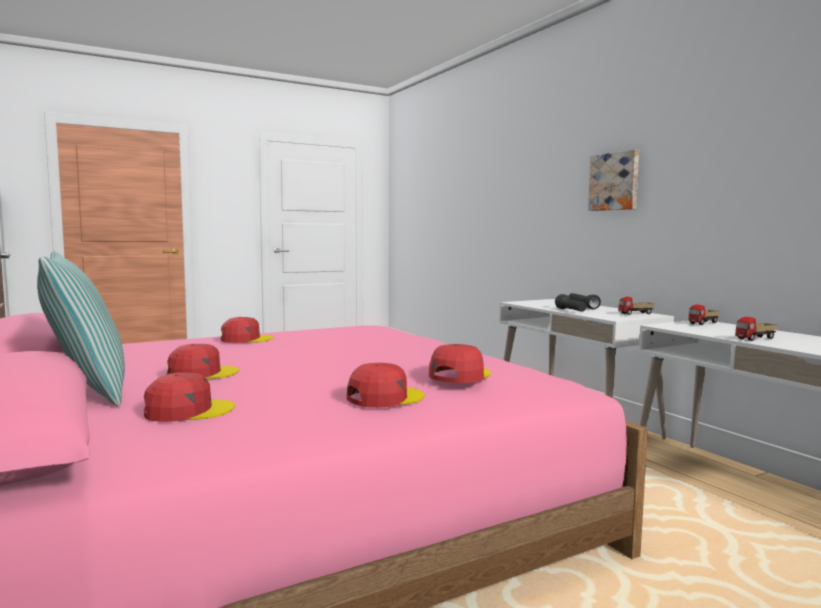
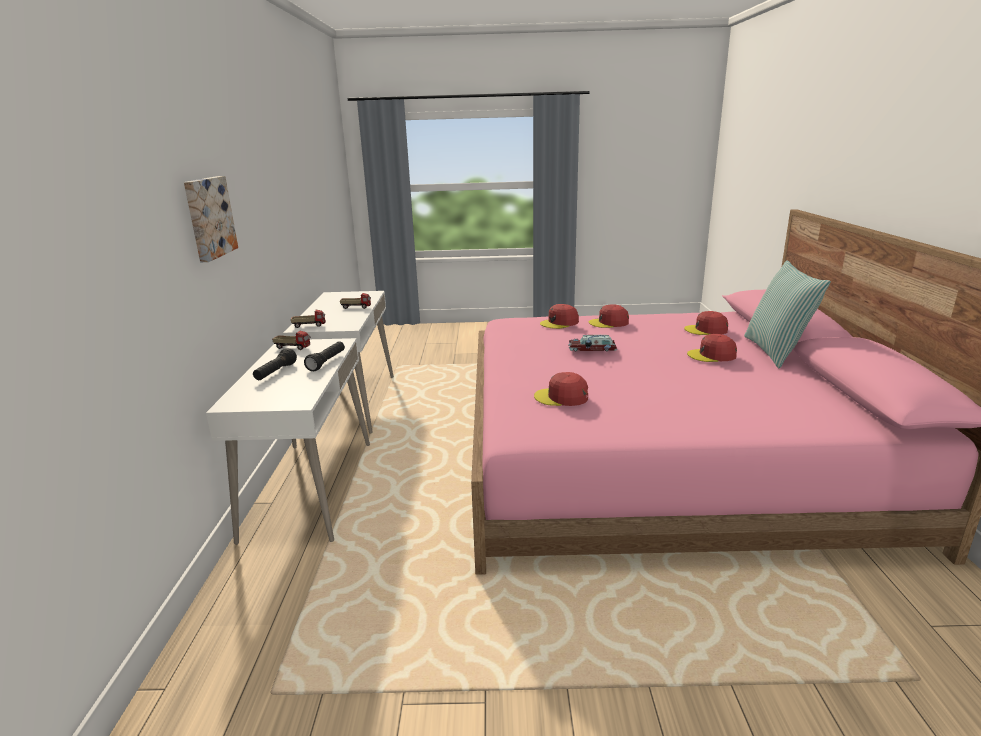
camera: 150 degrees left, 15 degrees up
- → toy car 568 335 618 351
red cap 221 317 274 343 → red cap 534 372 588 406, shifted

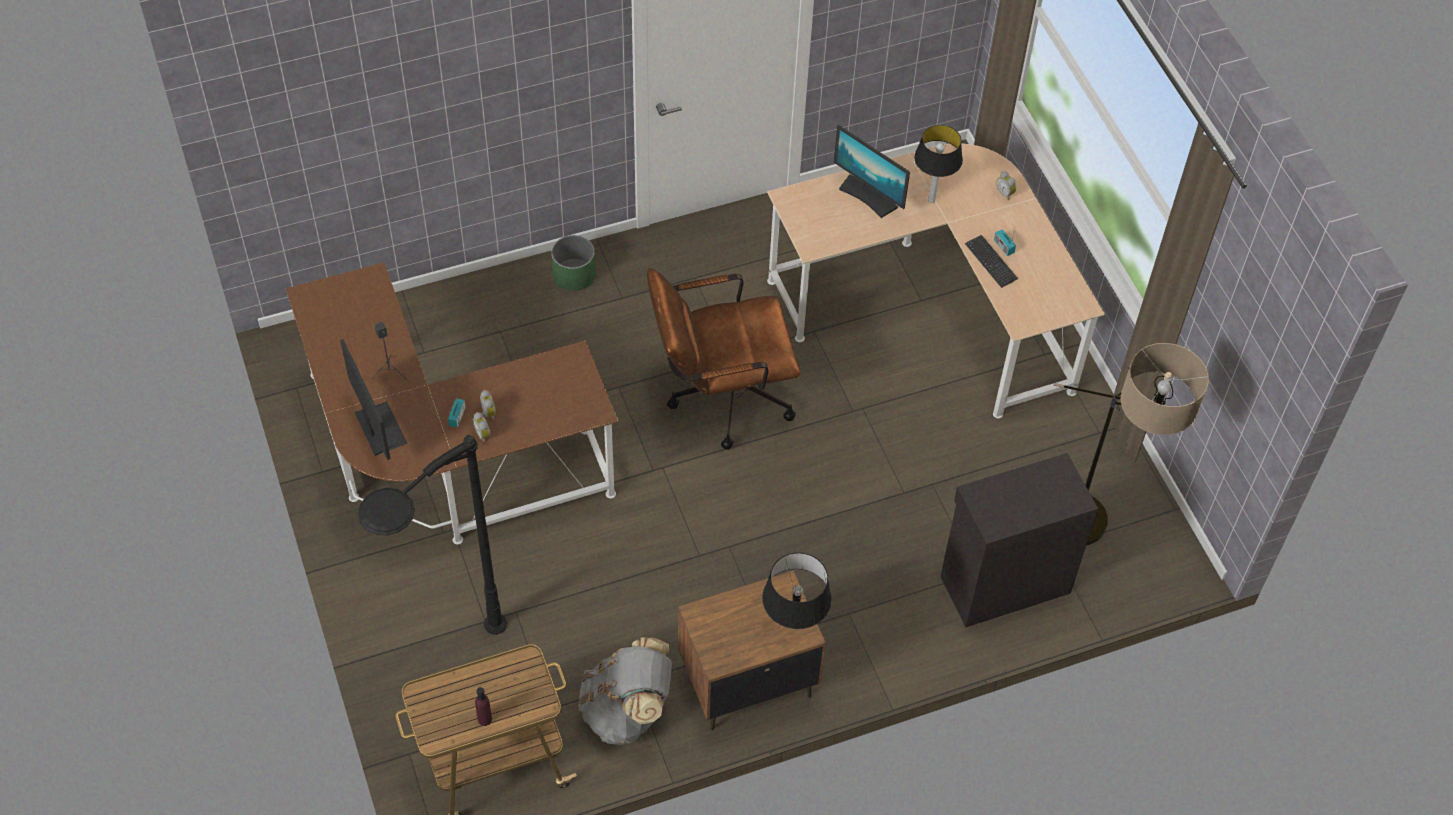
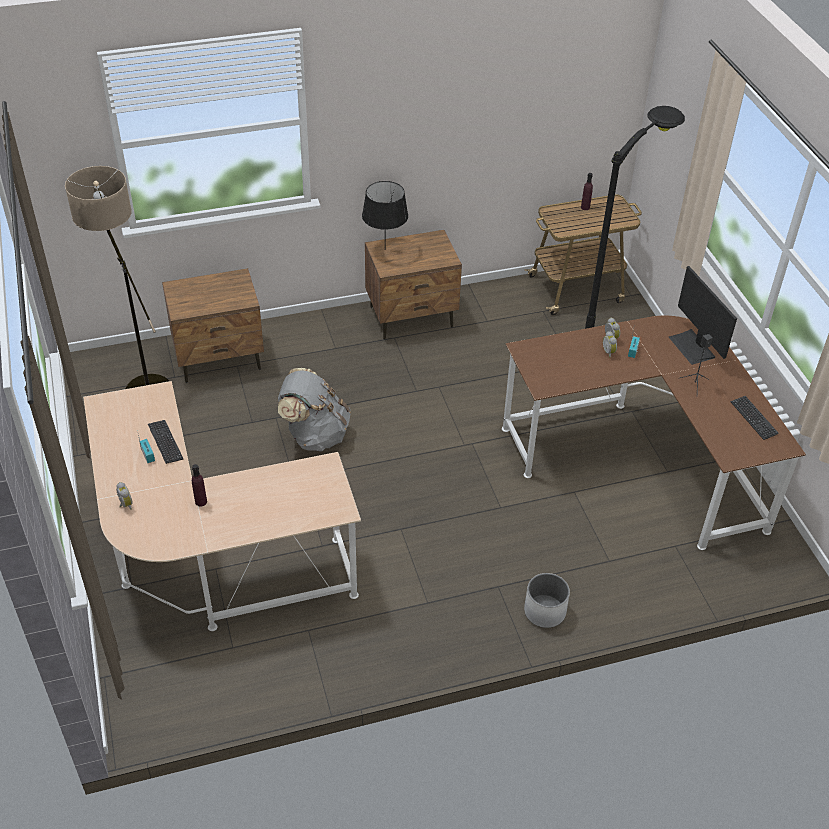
camera: 175 degrees left, 10 degrees down
brown office chair 647 268 800 450 → -
monitor 834 125 910 218 → -
- → keyboard 731 396 779 440
grey backpack 578 637 672 745 → grey backpack 278 368 351 451, shifted
table lamp 914 125 963 203 → purple bottle 192 464 207 506
black cabinet 940 453 1098 627 → brown nightstand 162 268 264 383
green planter 551 235 596 291 → white planter 524 573 570 628

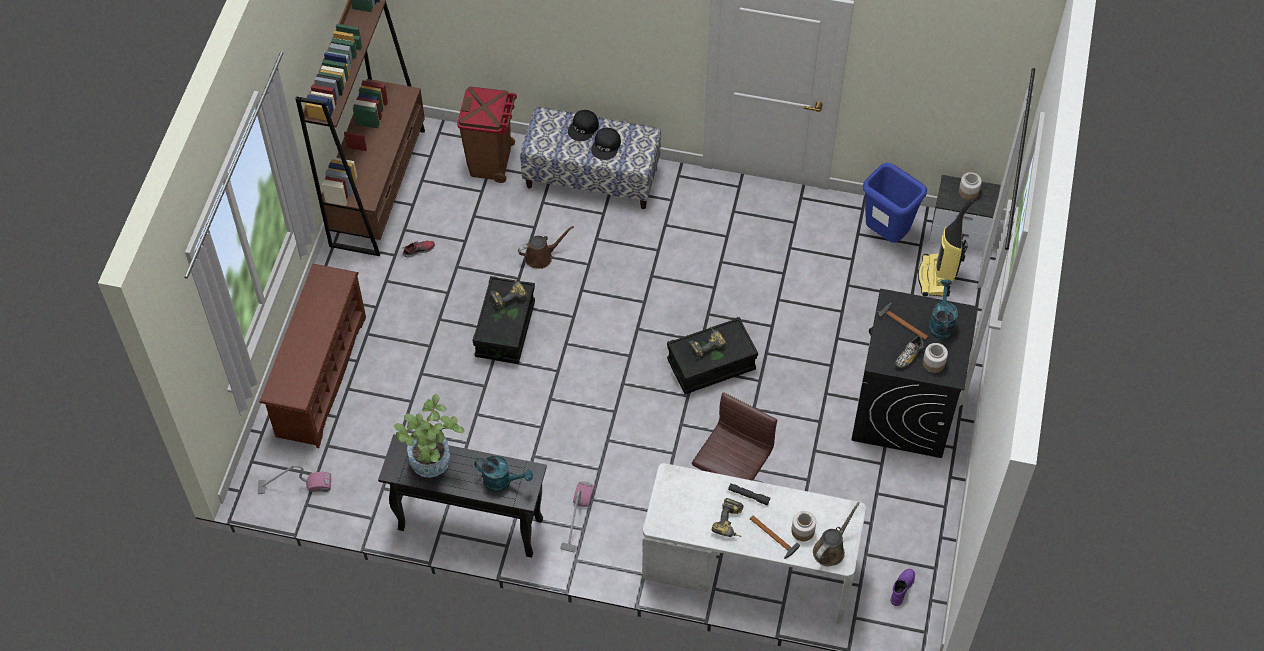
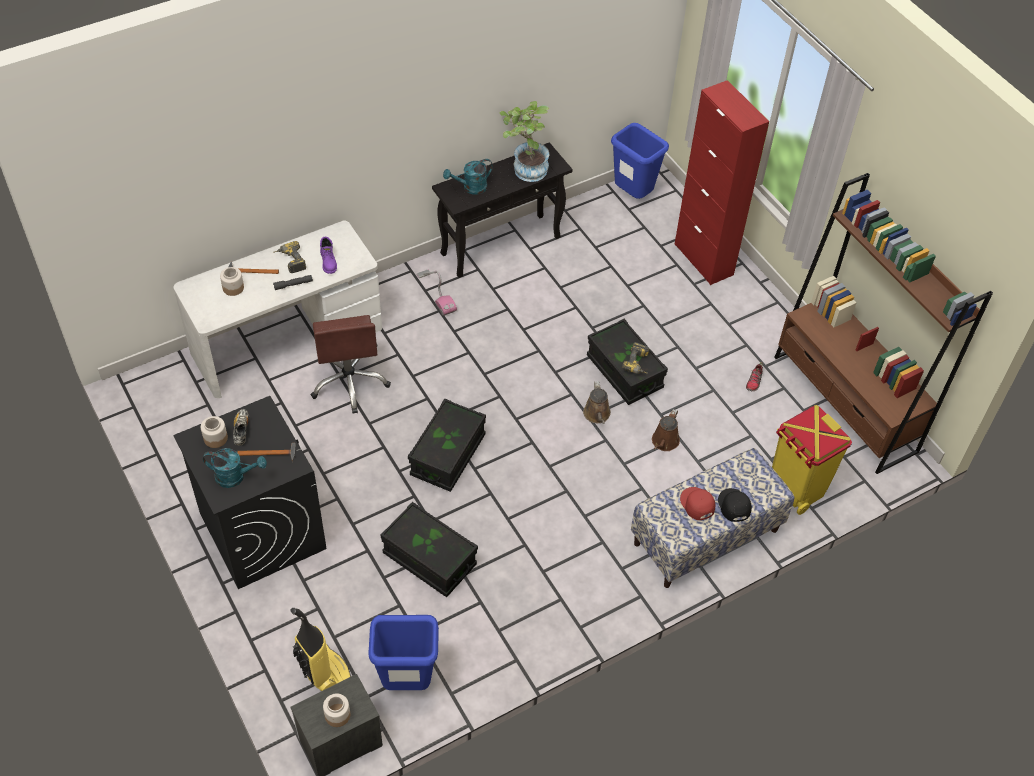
camera: 135 degrees right, 5 degrees down
power drill 689 326 727 359 → -
- → black storage box 380 502 478 597
brown watering can 813 502 860 566 → brown watering can 583 381 611 424, shifted
purple boot 891 569 915 606 → purple boot 320 237 337 274, shifted
vacuum cleaner 258 465 331 494 → blue trash can 611 123 669 199
brown shoe rack 259 264 366 448 → red cabinet 674 80 769 285
brown trash can 457 87 517 183 → yellow trash can 772 405 852 515
black cap 591 128 621 160 → red cap 680 487 715 520
turquoise watering can 929 279 958 339 → turquoise watering can 203 448 267 488, 45 degrees counterclockwise

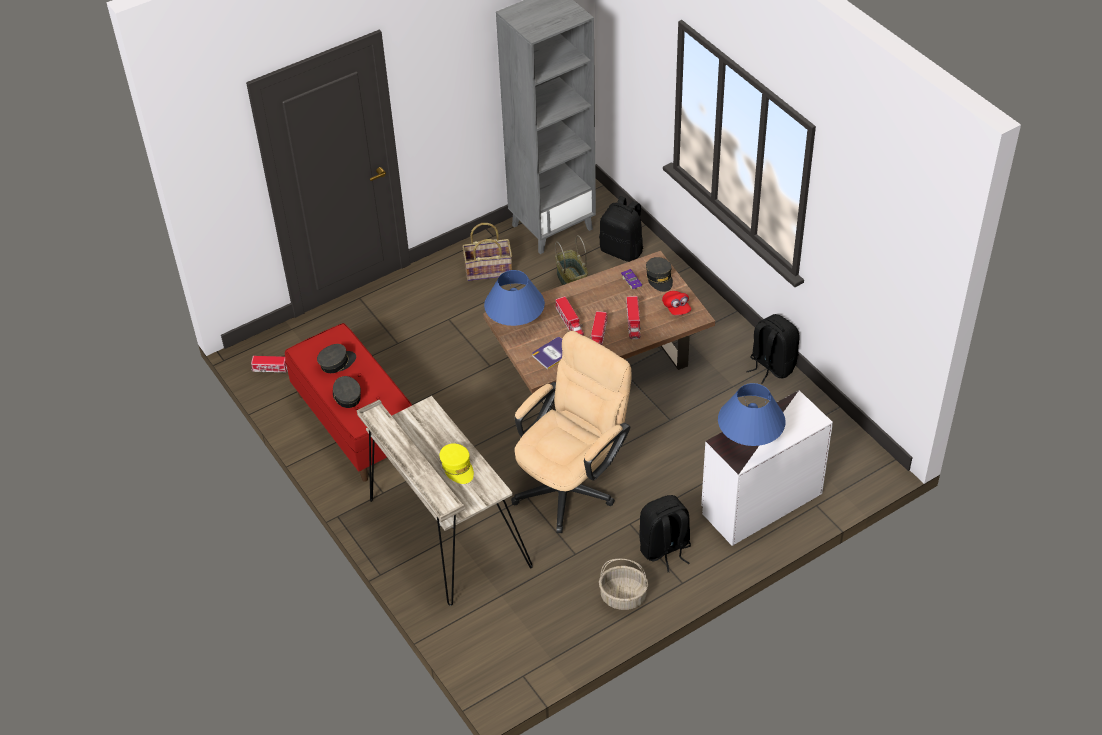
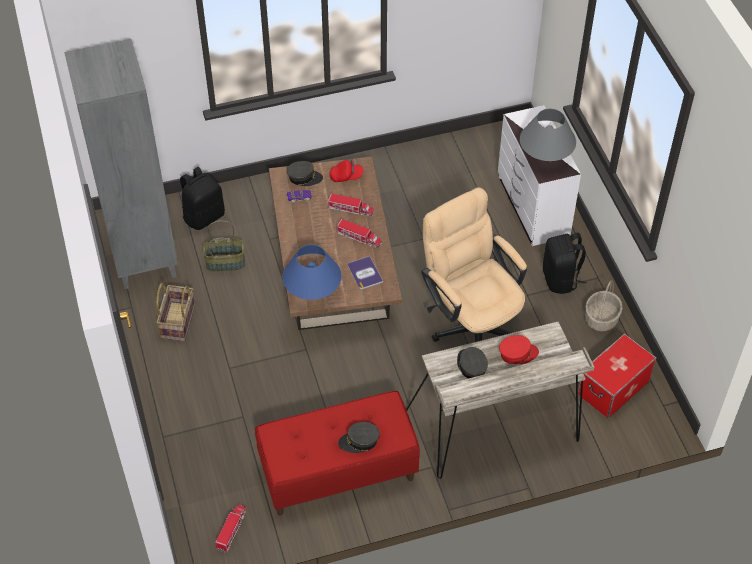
camera: 75 degrees left, 5 degrees up
toy truck 556 296 584 336 → -
black backpack 746 314 799 384 → -
- → storage box 578 334 656 419
grey cap 317 344 356 373 → grey cap 457 347 488 379, shifted
yellow cap 440 443 474 484 → red cap 499 335 539 364
blue table lamp 718 383 786 446 → grey table lamp 520 109 576 161

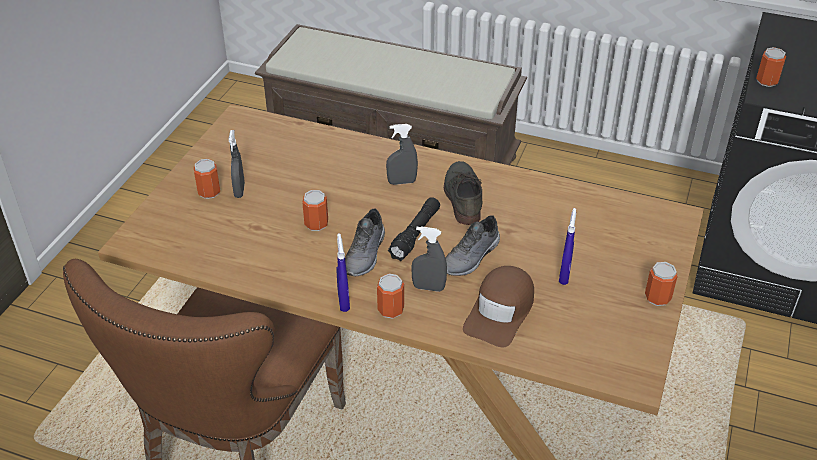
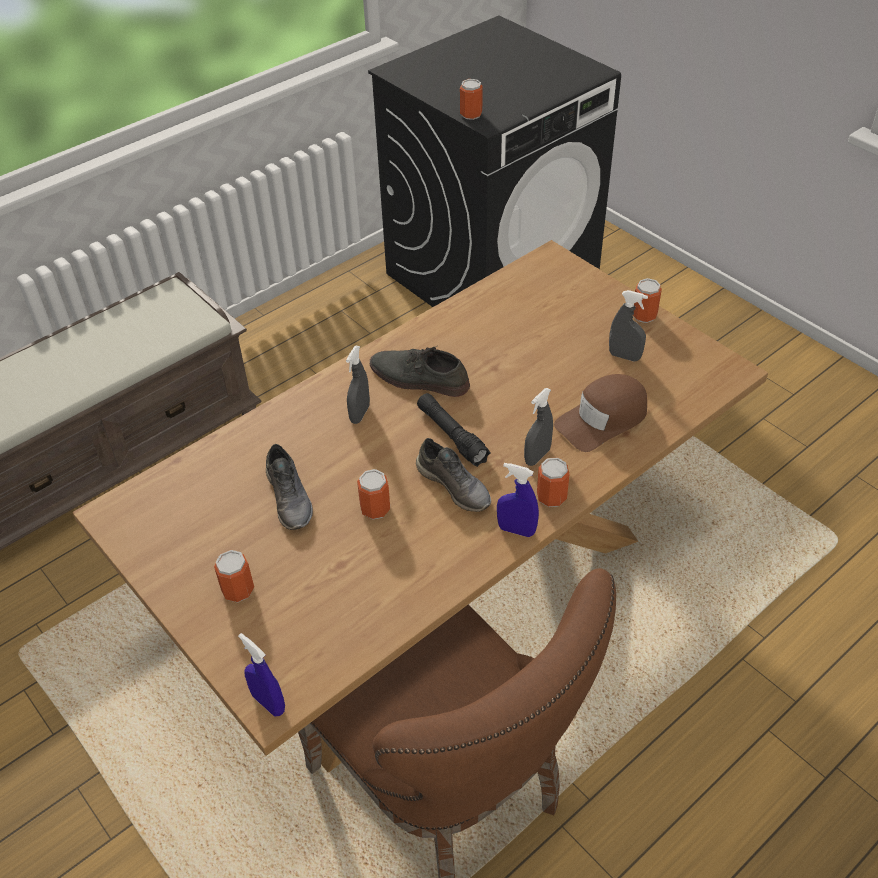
camera: 60 degrees left, 5 degrees up
grey spray bottle 229 130 245 198 → grey spray bottle 609 290 648 361, shifted
grey shoe 445 215 500 276 → grey shoe 266 444 313 530, shifted
blue spray bottle 559 208 576 285 → blue spray bottle 238 633 285 717, shifted
brown cap 463 266 534 348 → brown cap 554 374 647 452, 90 degrees clockwise

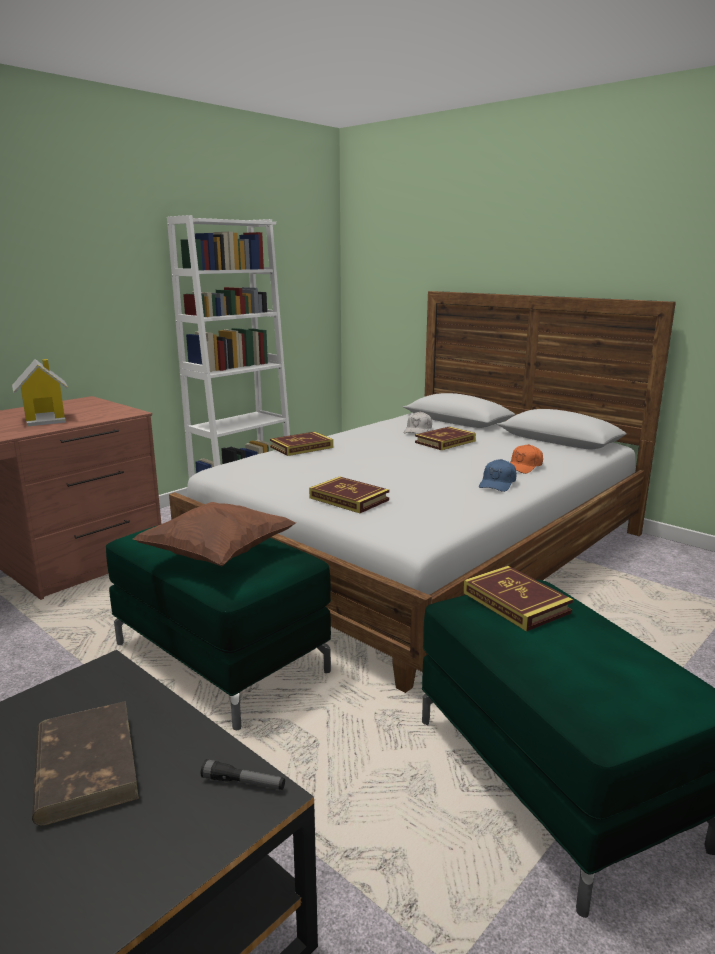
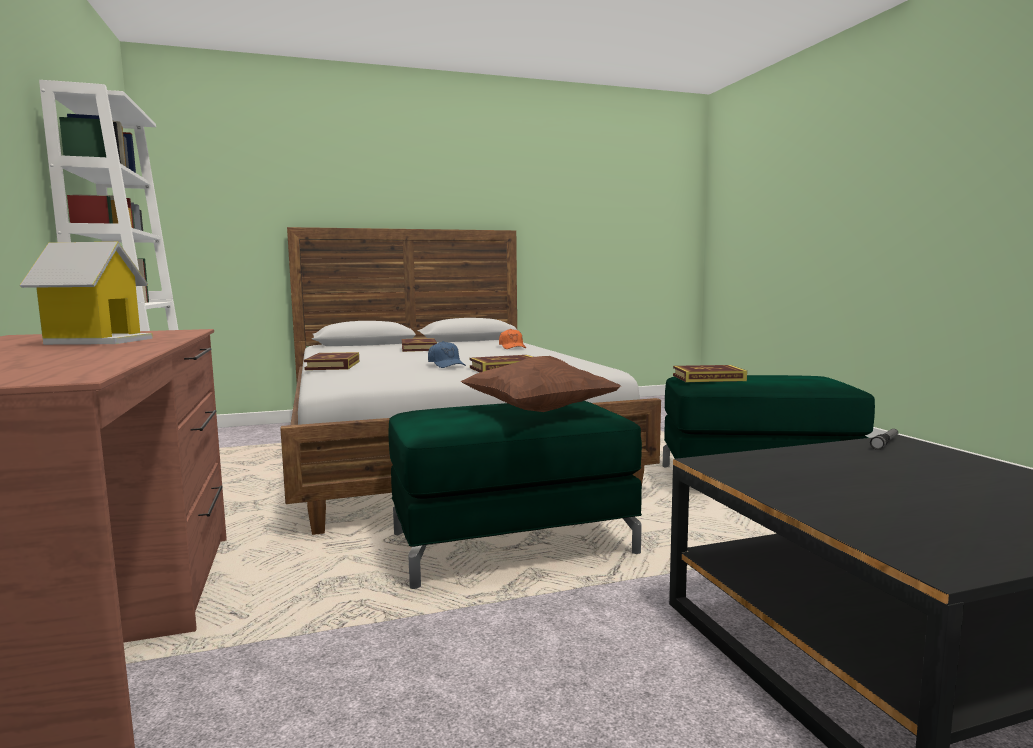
camera: 60 degrees left, 10 degrees down
brown book 32 701 139 826 → -
white cap 404 412 432 434 → -
blue cap 479 459 517 492 → blue cap 428 341 466 368, shifted

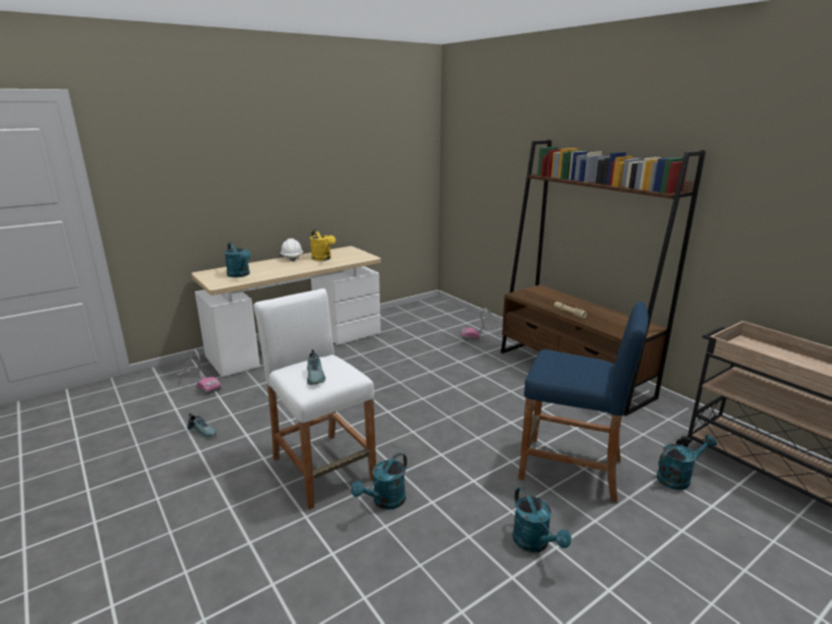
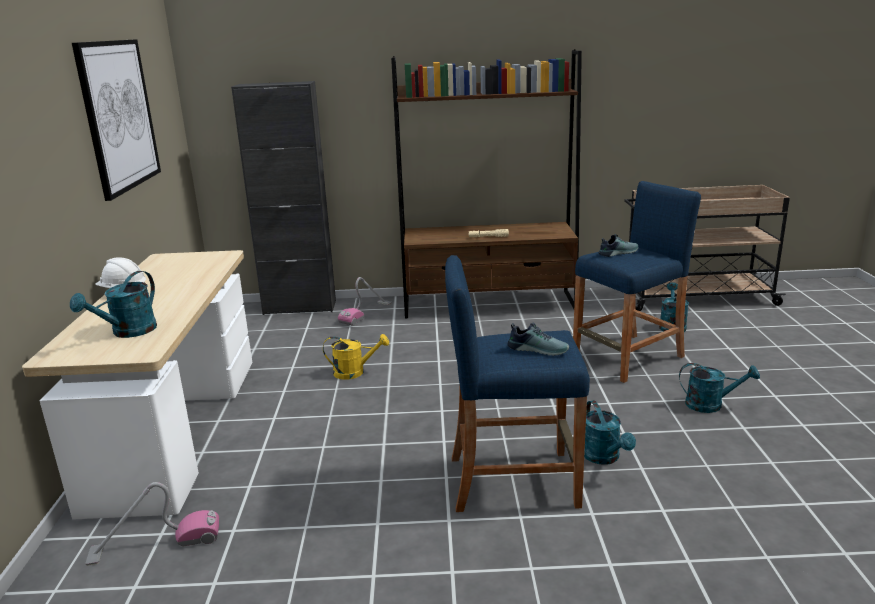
camera: 55 degrees left, 0 degrees up
- → picture 72 39 161 201
- → black cabinet 231 81 336 315
shoe 188 413 217 439 → shoe 598 234 638 257, shifted
yellow watering can 310 229 336 261 → yellow watering can 323 334 389 380, shifted
white stool 254 288 376 510 → blue stool 445 255 590 512
turquoise watering can 224 242 251 277 → turquoise watering can 70 271 157 338, 120 degrees clockwise

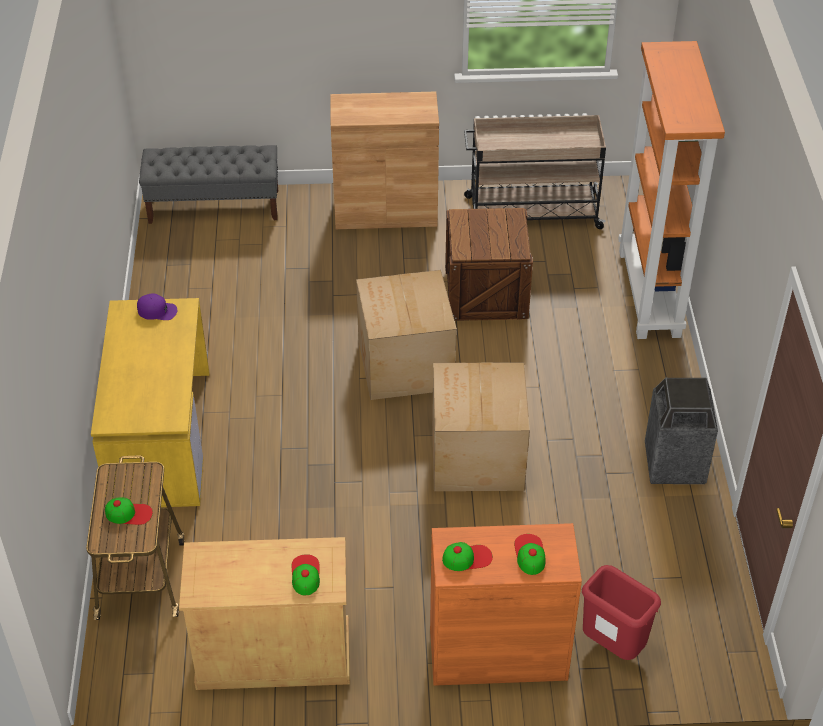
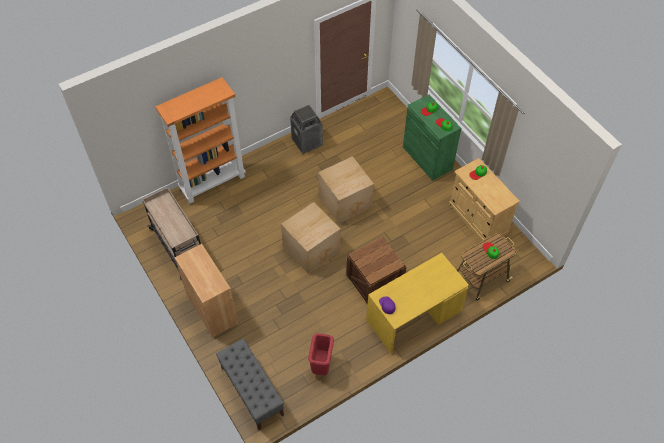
camera: 120 degrees left, 10 degrees up
crate 445 208 533 321 → crate 346 237 406 305, shifted
red trash can 582 565 661 660 → red trash can 308 333 334 375, shifted
orange cabinet 430 523 582 686 → green cabinet 403 95 461 181

